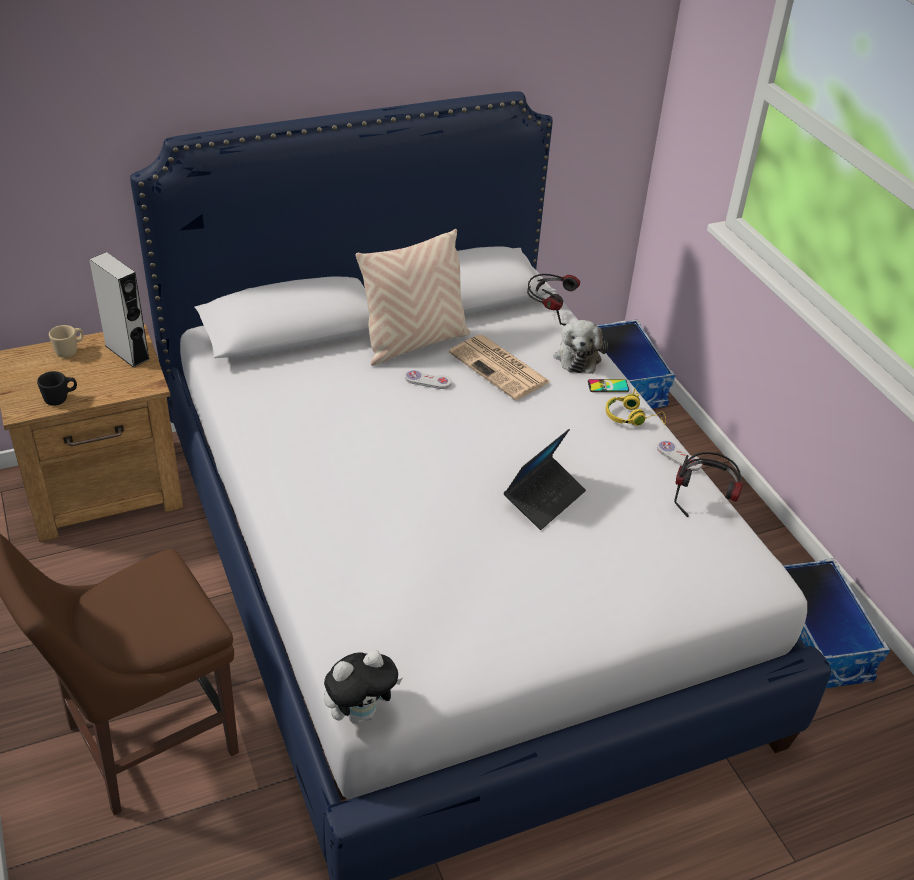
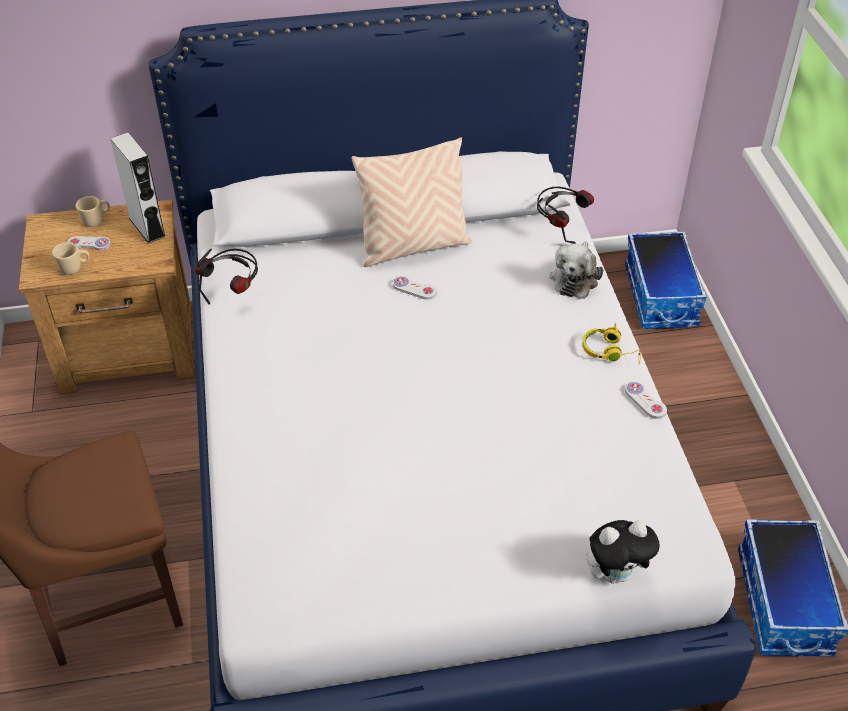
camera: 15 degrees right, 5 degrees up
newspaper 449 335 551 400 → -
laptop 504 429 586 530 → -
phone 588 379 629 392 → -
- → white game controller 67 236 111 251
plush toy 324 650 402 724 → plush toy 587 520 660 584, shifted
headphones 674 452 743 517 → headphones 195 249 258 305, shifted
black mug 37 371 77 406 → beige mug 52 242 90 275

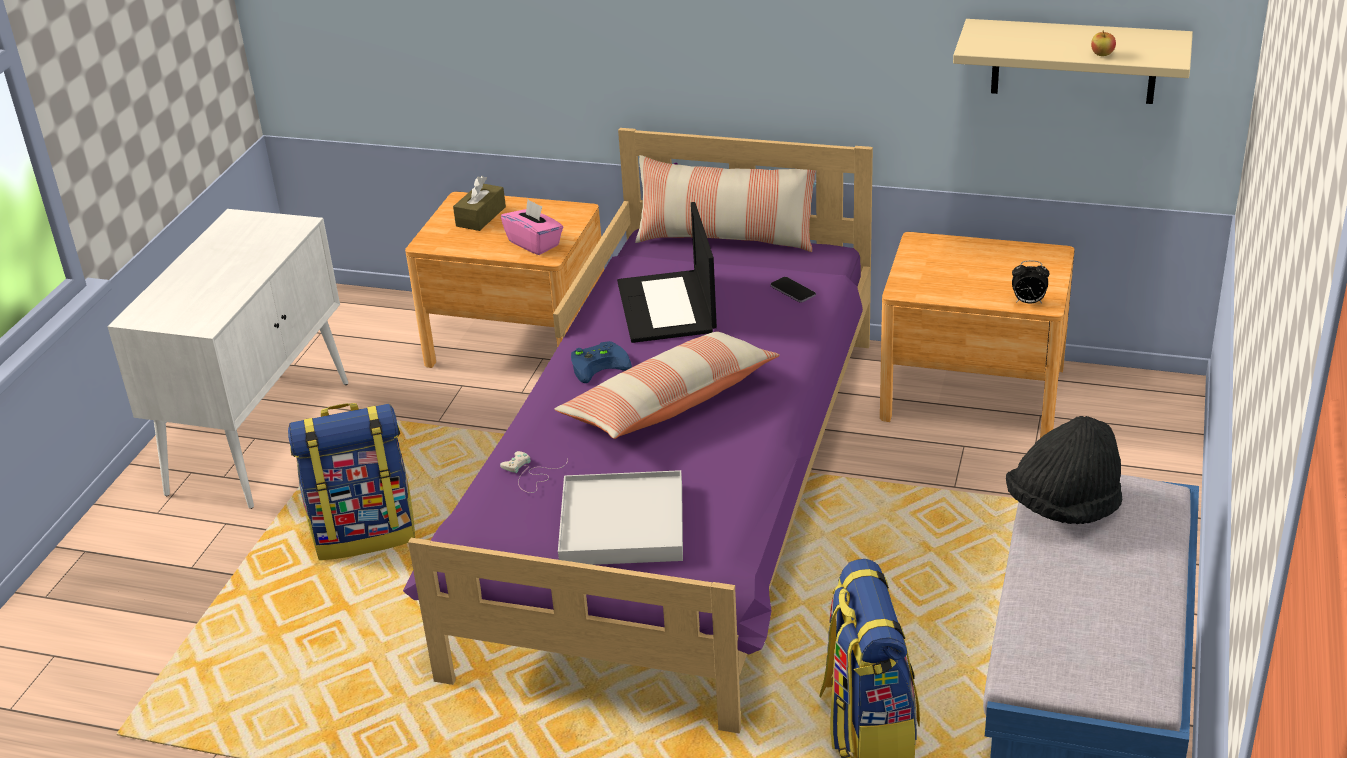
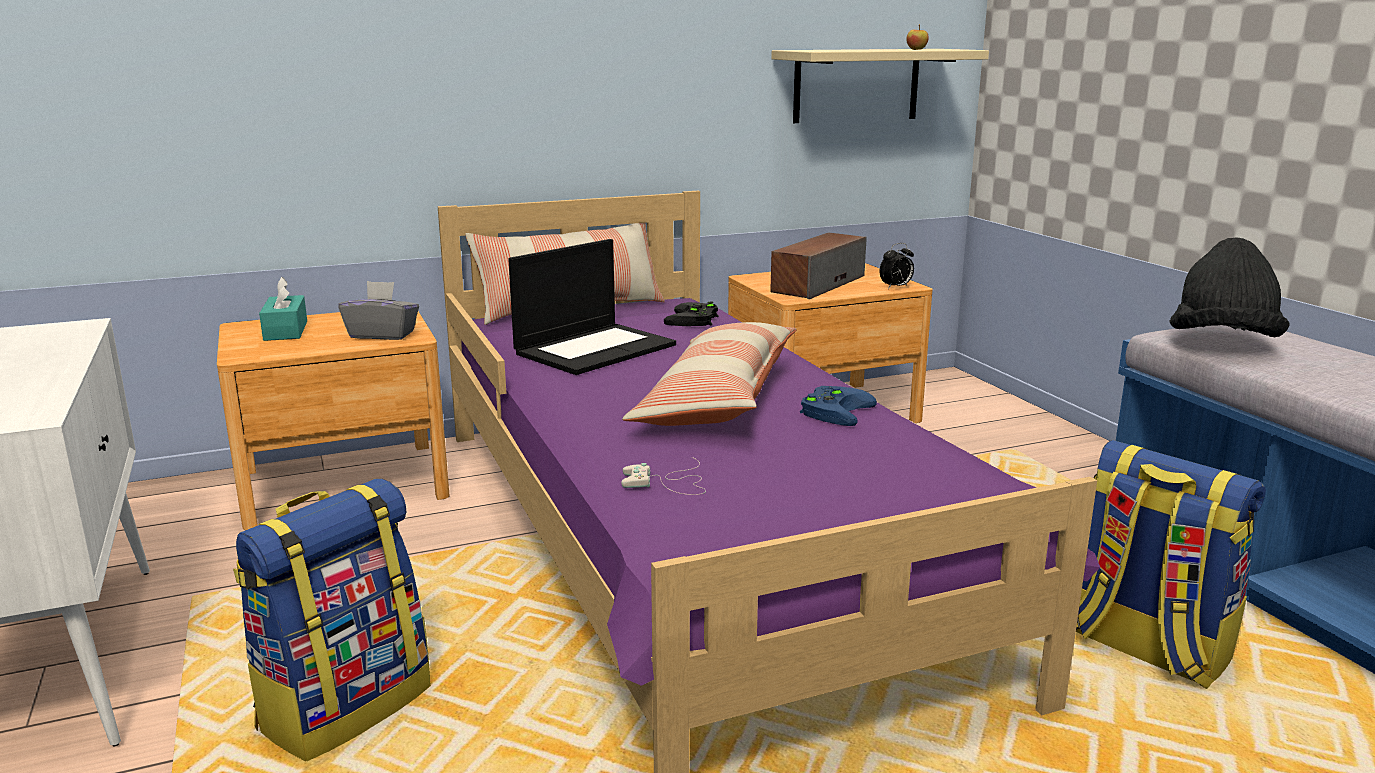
camera: 40 degrees left, 15 degrees down
white tray 558 470 683 565 → -
- → speaker 770 232 867 299
blue game controller 571 341 632 383 → blue game controller 800 386 877 426, shifted
phone 770 277 816 303 → black game controller 664 301 719 326
brown tissue box 453 176 506 231 → turquoise tissue box 259 277 307 341
pink tissue box 501 199 563 255 → grey tissue box 338 281 419 340
laptop 617 202 717 343 → laptop 508 239 676 375, 90 degrees counterclockwise

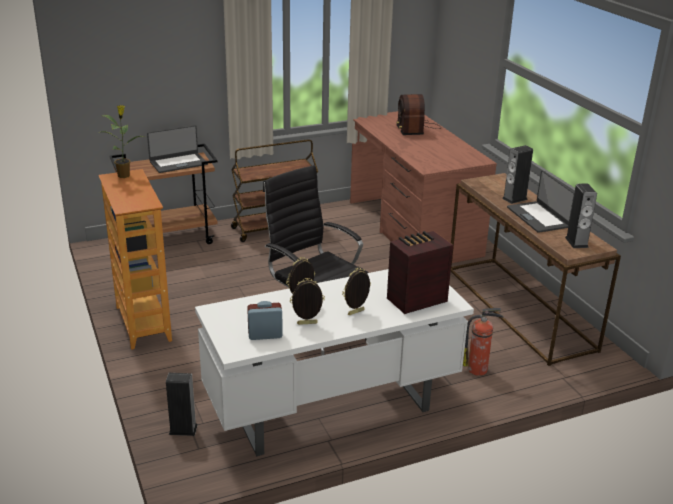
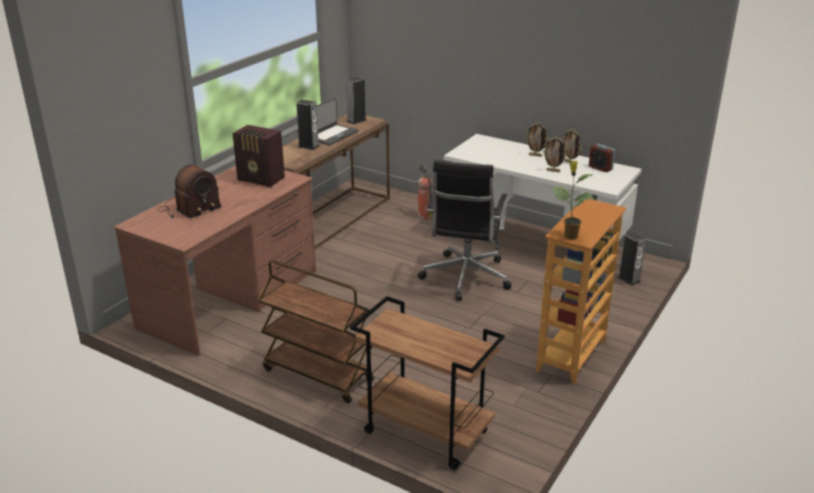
camera: 125 degrees left, 0 degrees up
laptop 147 125 208 173 → -
radio 387 231 453 314 → radio 233 125 285 187, shifted

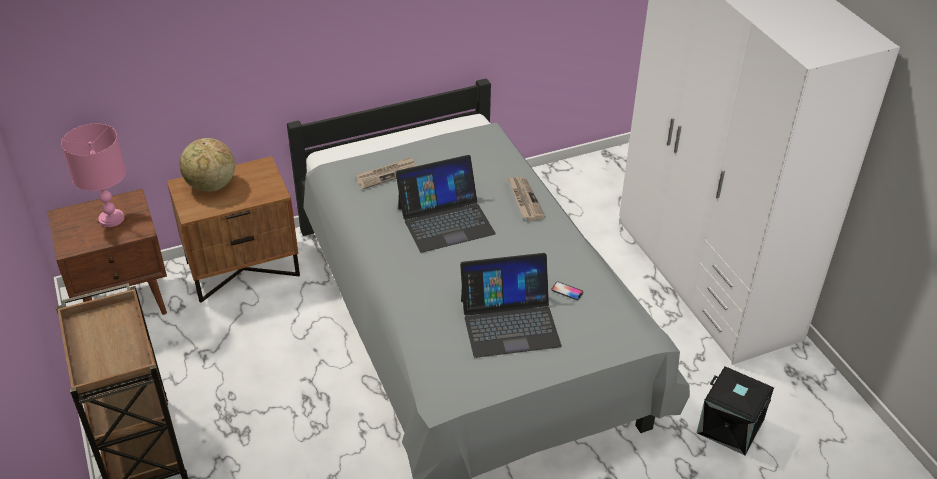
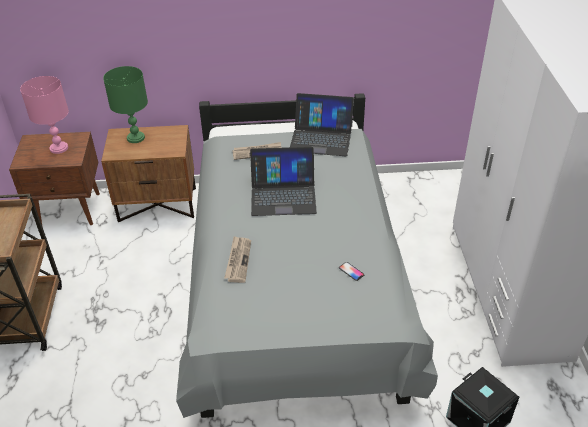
camera: 20 degrees right, 0 degrees up
laptop 460 253 562 358 → laptop 290 93 354 156, shifted
newspaper 507 177 546 221 → newspaper 224 236 251 283, shifted
globe 179 138 235 192 → green table lamp 103 66 148 143

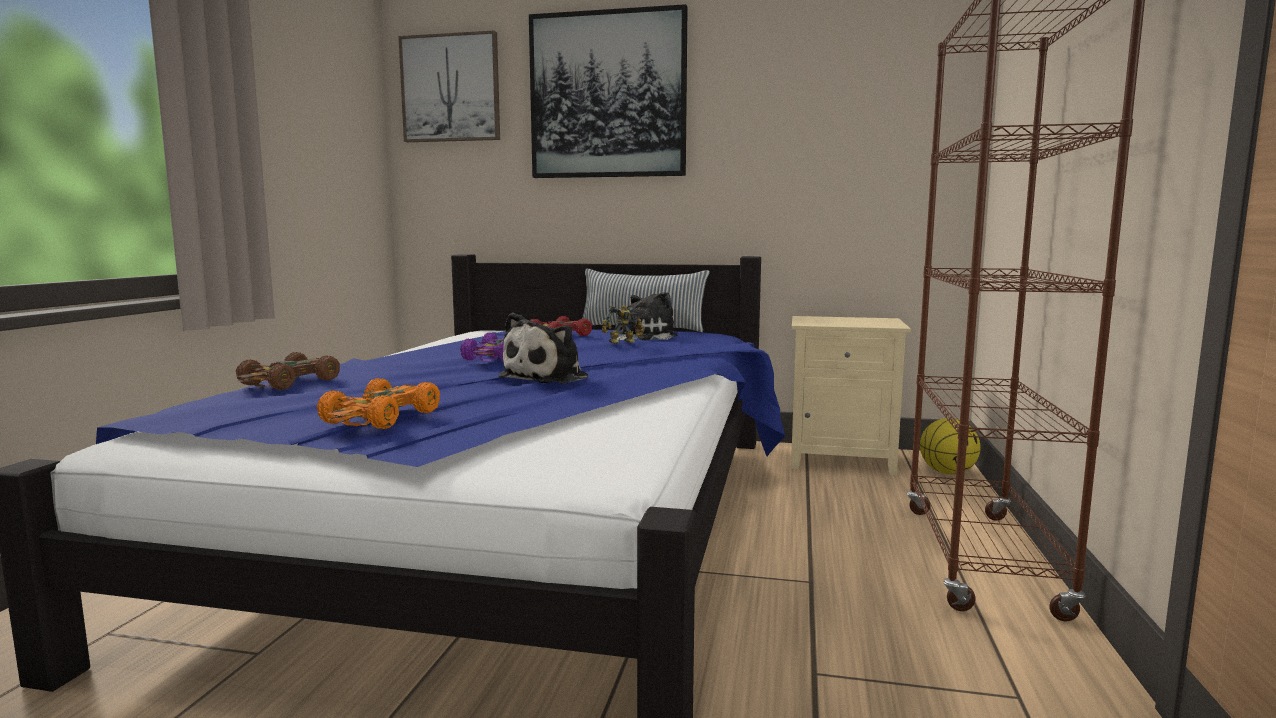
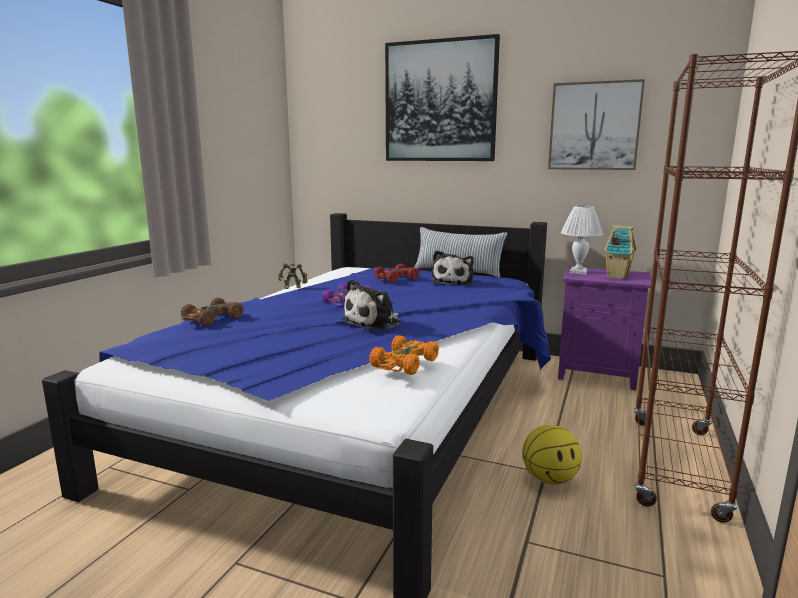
camera: 10 degrees right, 5 degrees up
- → white table lamp 561 206 603 275
- → toy house 604 225 636 279
orange toy car 317 378 440 429 → orange toy car 369 335 439 375, shifted
picture 398 30 500 142 → picture 548 79 645 170, shifted
toy robot 602 305 644 344 → toy robot 278 263 308 289, shifted
basketball 920 418 981 474 → basketball 522 425 582 485, shifted
beige nightstand 791 316 911 476 → purple nightstand 558 267 651 390
plush toy 617 292 678 341 → plush toy 432 250 474 285, 135 degrees clockwise

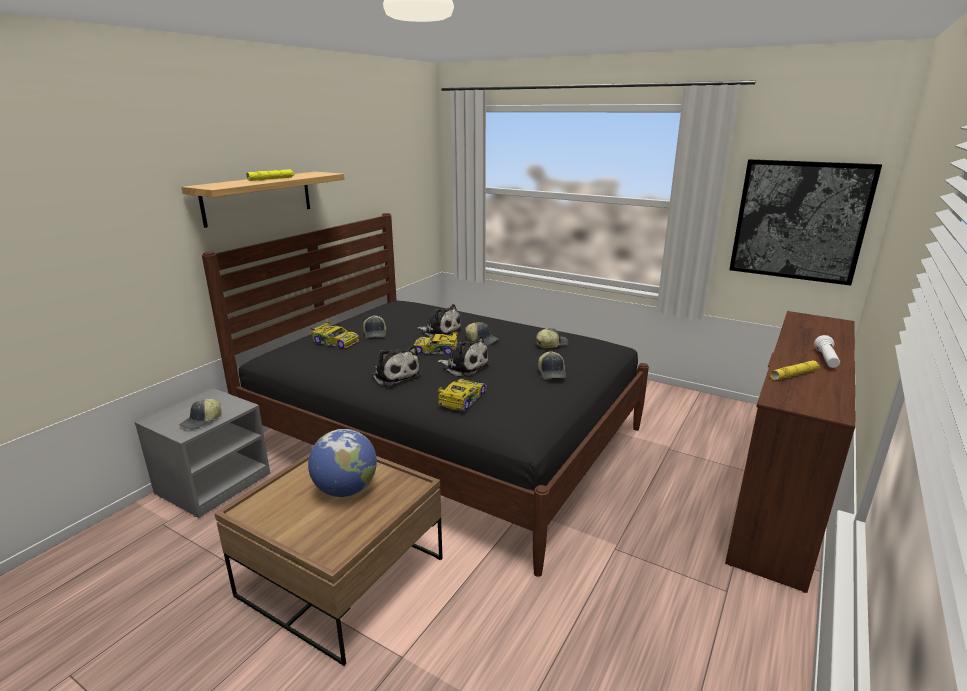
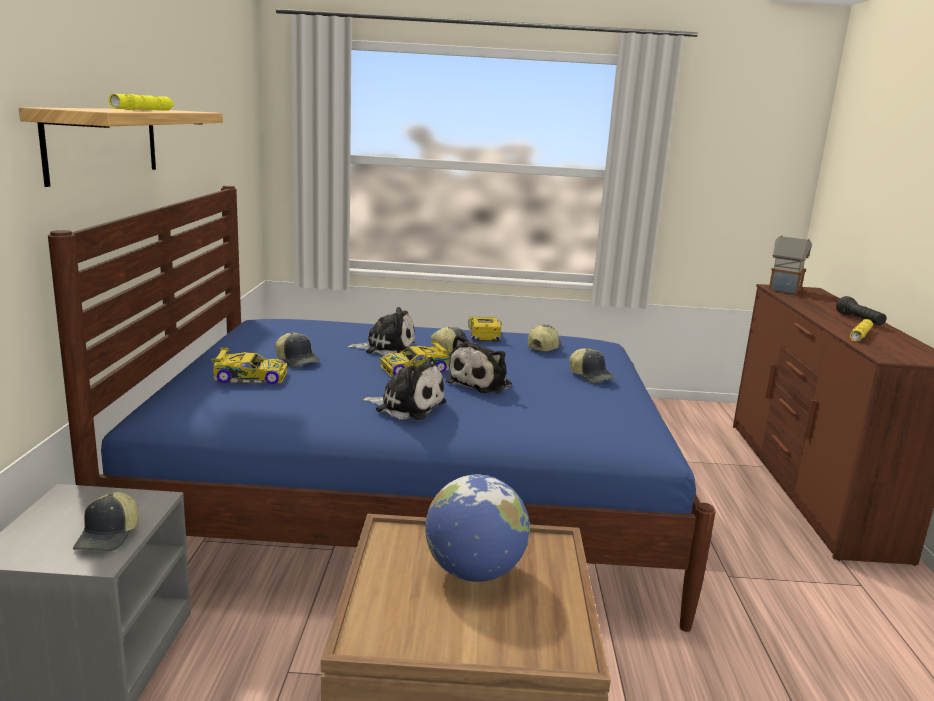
camera: 30 degrees left, 5 degrees down
picture 729 159 882 286 → -
- → toy house 769 235 812 294
toy car 438 379 487 412 → toy car 468 317 502 341, shifted
black bed 202 213 649 577 → blue bed 48 186 716 632
white flashlight 814 335 840 368 → black flashlight 836 296 887 325
plush toy 437 335 490 377 → plush toy 446 334 512 393, 120 degrees clockwise

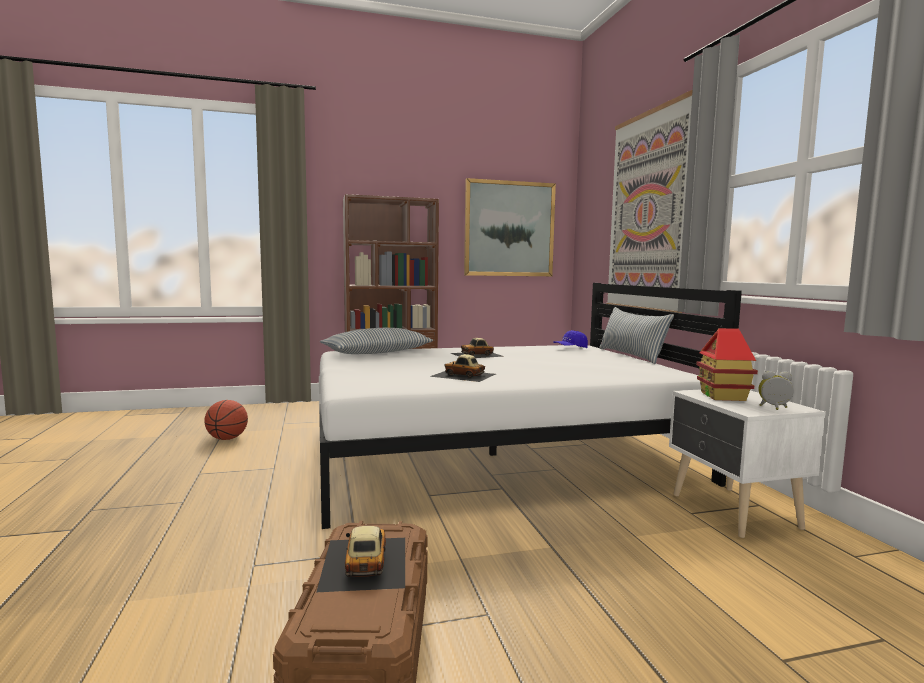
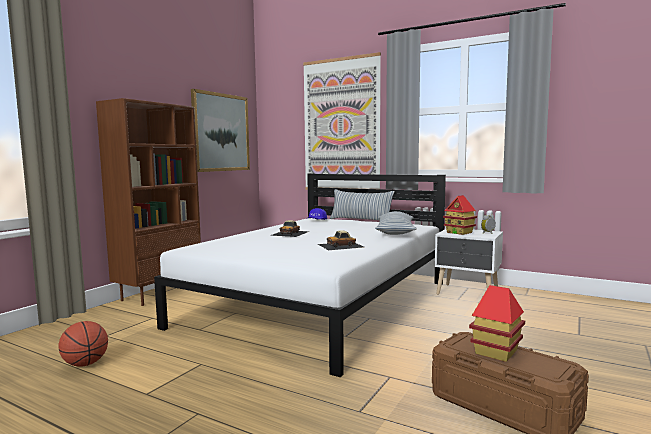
camera: 45 degrees left, 0 degrees up
pillow 320 328 433 354 → pillow 375 211 417 235, shifted
toy car 316 526 405 592 → toy house 469 285 525 362

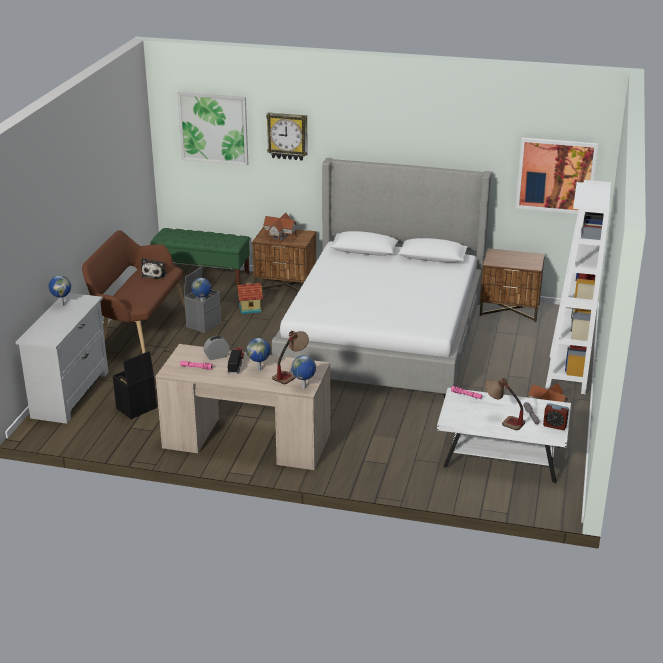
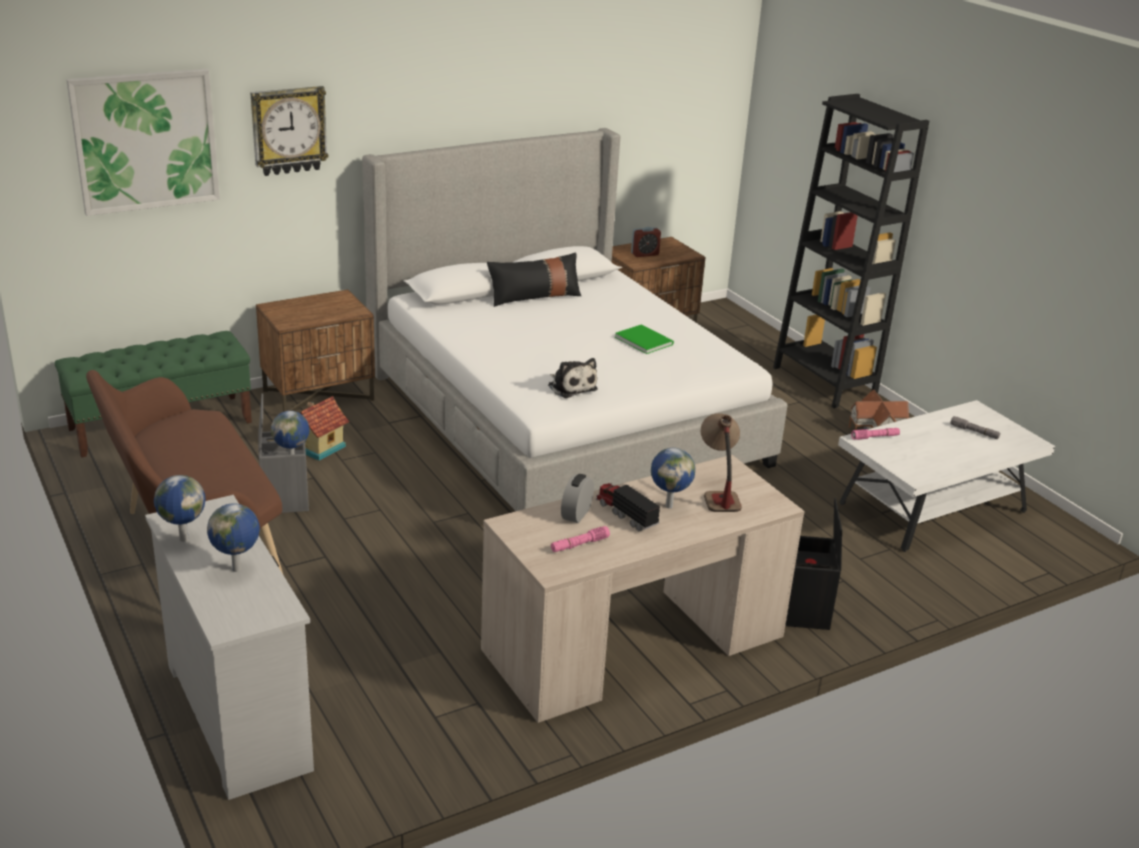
camera: 45 degrees left, 0 degrees up
toy house 264 213 297 243 → -
table lamp 485 378 525 430 → -
picture 516 138 598 214 → -
- → black pillow 487 252 581 307
- → green book 615 325 674 354
black storage box 113 351 157 419 → black storage box 785 498 842 630, shifted
plush toy 141 258 167 279 → plush toy 548 358 598 398, shifted
globe 291 355 316 389 → globe 207 504 260 572, shifted
alarm clock 543 403 569 430 → alarm clock 631 227 661 257, shifted
white bookcase 545 180 611 394 → black bookcase 773 94 929 408

